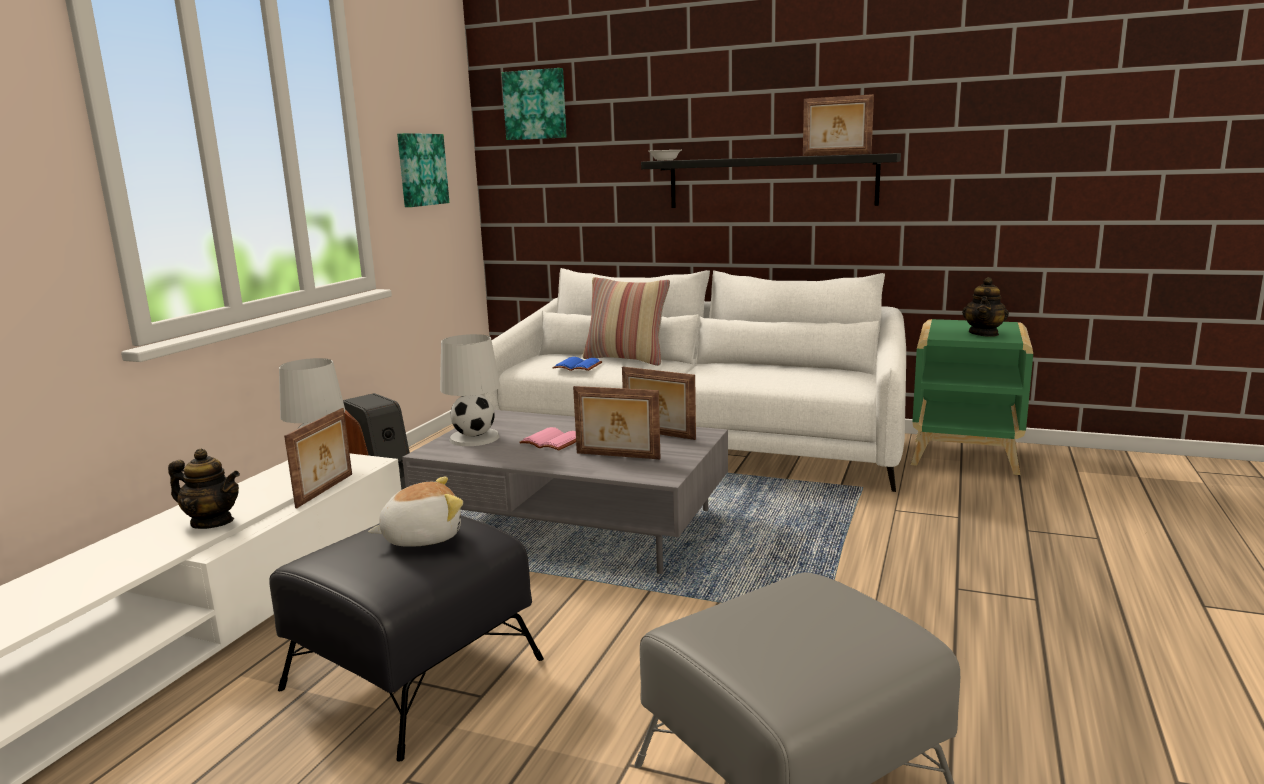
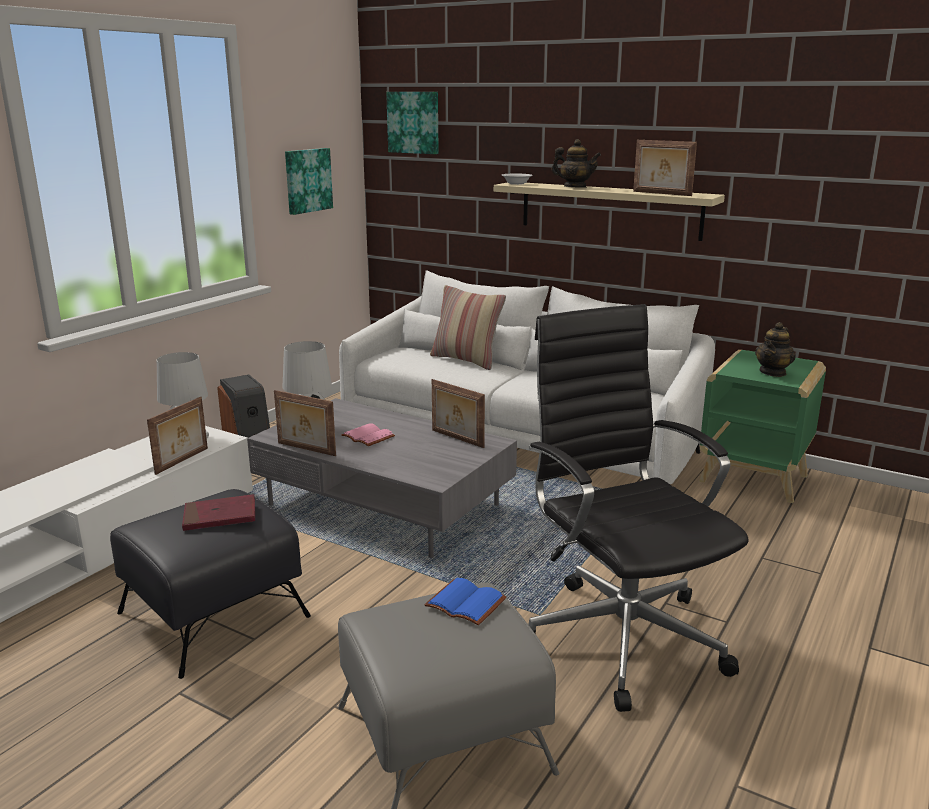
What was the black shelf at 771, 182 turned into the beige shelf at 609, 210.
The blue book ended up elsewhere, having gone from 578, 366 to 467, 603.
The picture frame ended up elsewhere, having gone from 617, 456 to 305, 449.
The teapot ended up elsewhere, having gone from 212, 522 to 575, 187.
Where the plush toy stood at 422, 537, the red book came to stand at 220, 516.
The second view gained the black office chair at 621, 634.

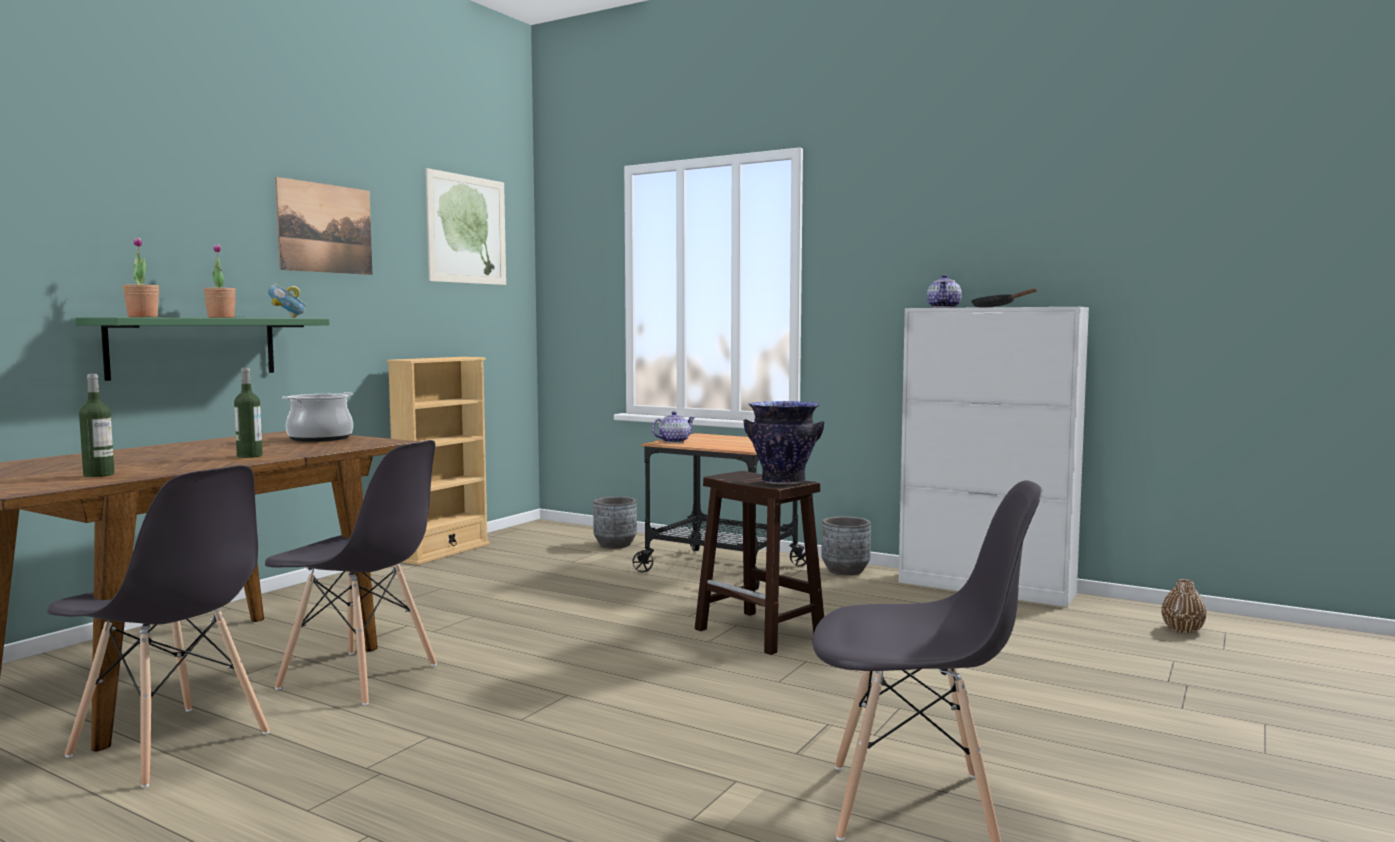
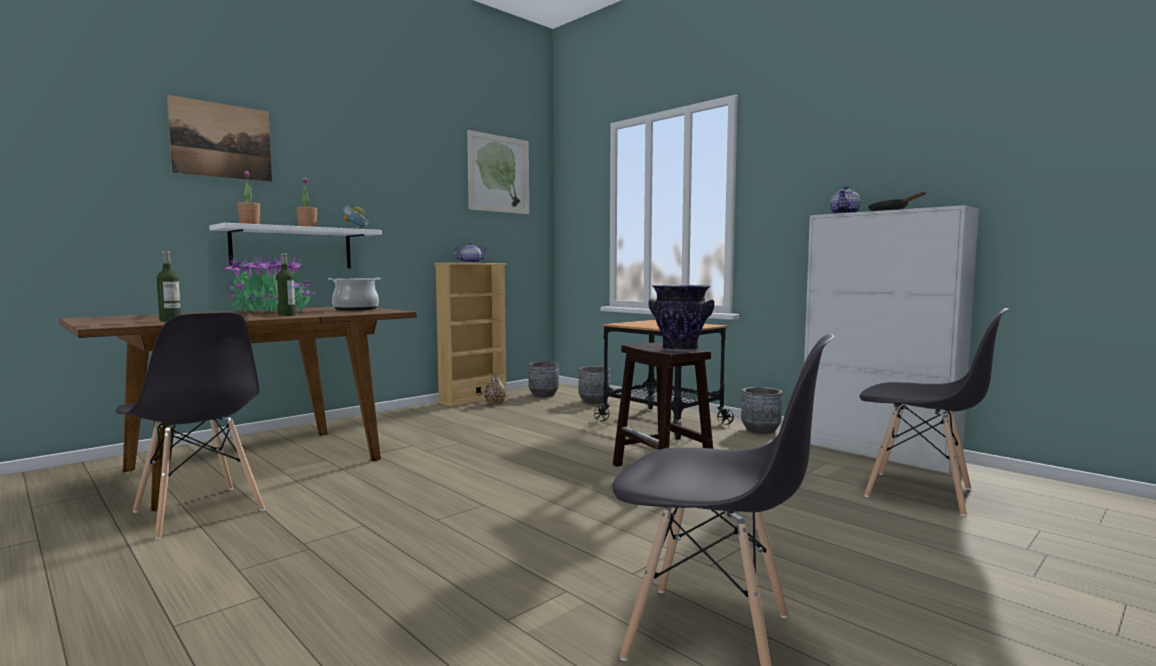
The picture ended up elsewhere, having gone from 325, 228 to 222, 140.
What was the green shelf at 193, 347 turned into the white shelf at 292, 248.
The teapot ended up elsewhere, having gone from 673, 441 to 470, 262.
The grey chair ended up elsewhere, having gone from 360, 677 to 920, 493.
The brown vase ended up elsewhere, having gone from 1182, 629 to 495, 403.
The second view gained the potted plant at 270, 312.
The second view gained the grey planter at 543, 395.

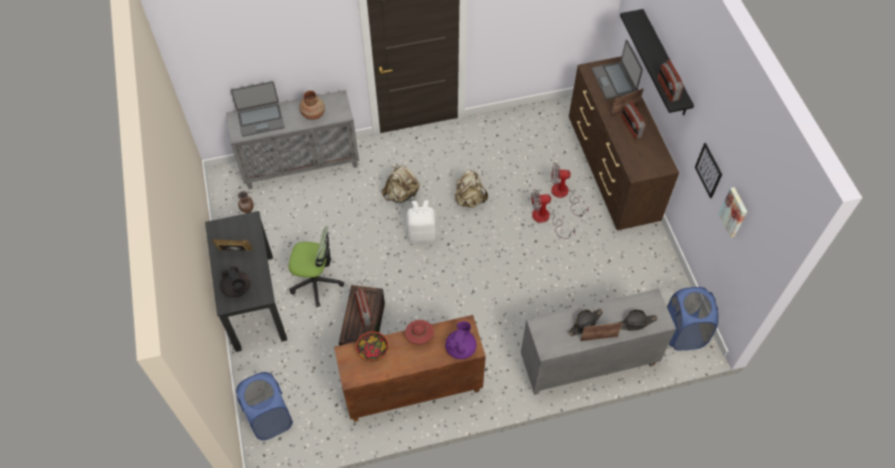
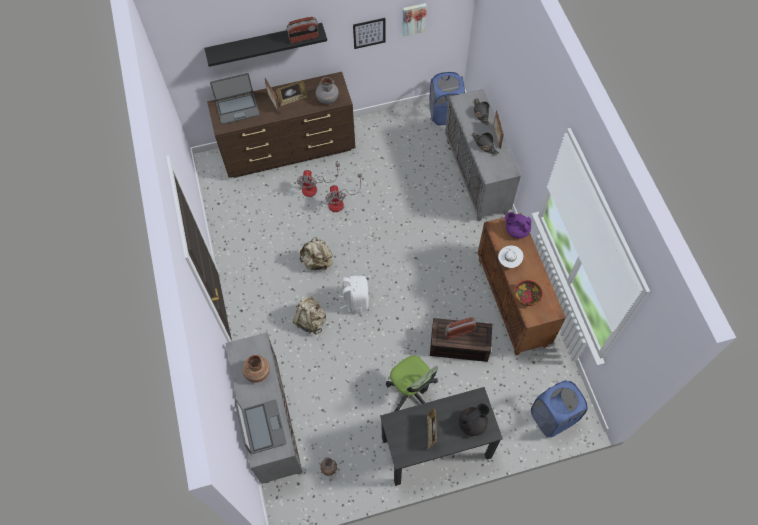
Where the radio stood at 631, 127, the picture frame came to stand at 292, 99.
The office chair at 316, 282 ended up facing another way, 135 degrees clockwise from before.
What was the red hat at 419, 336 turned into the white hat at 509, 261.
The second view gained the grey vase at 327, 98.

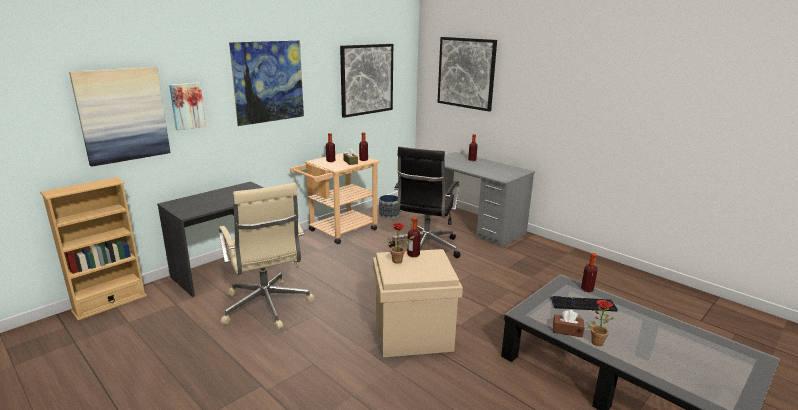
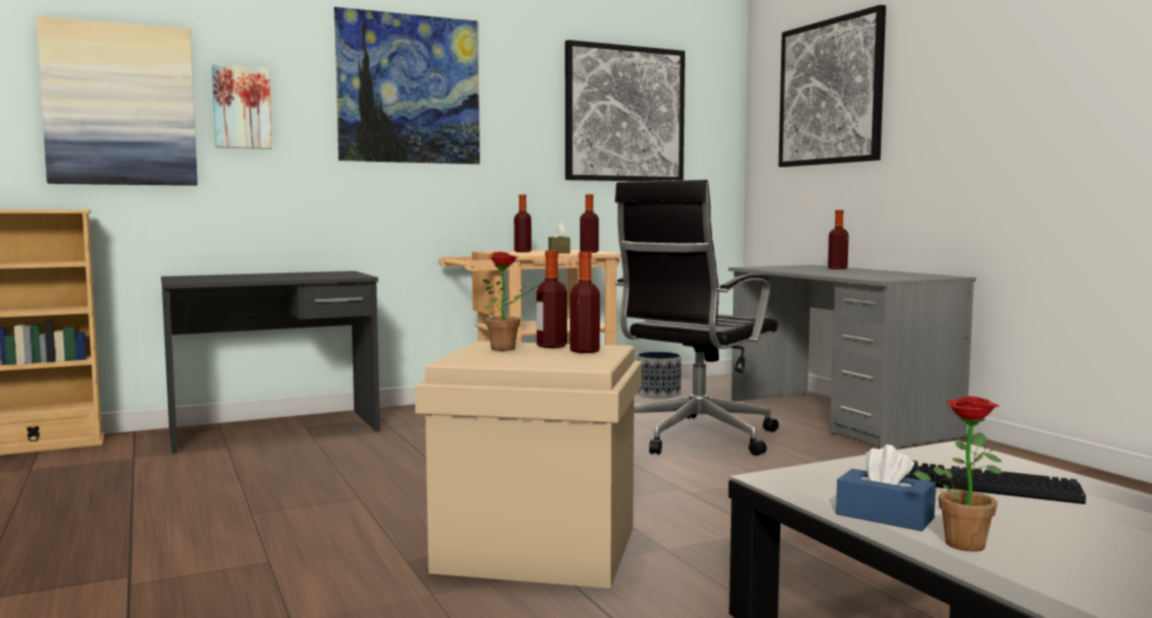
The second view lost the beige office chair at 267, 307.
The bottle ended up elsewhere, having gone from 587, 289 to 585, 351.
What was the brown tissue box at 567, 330 turned into the blue tissue box at 884, 516.

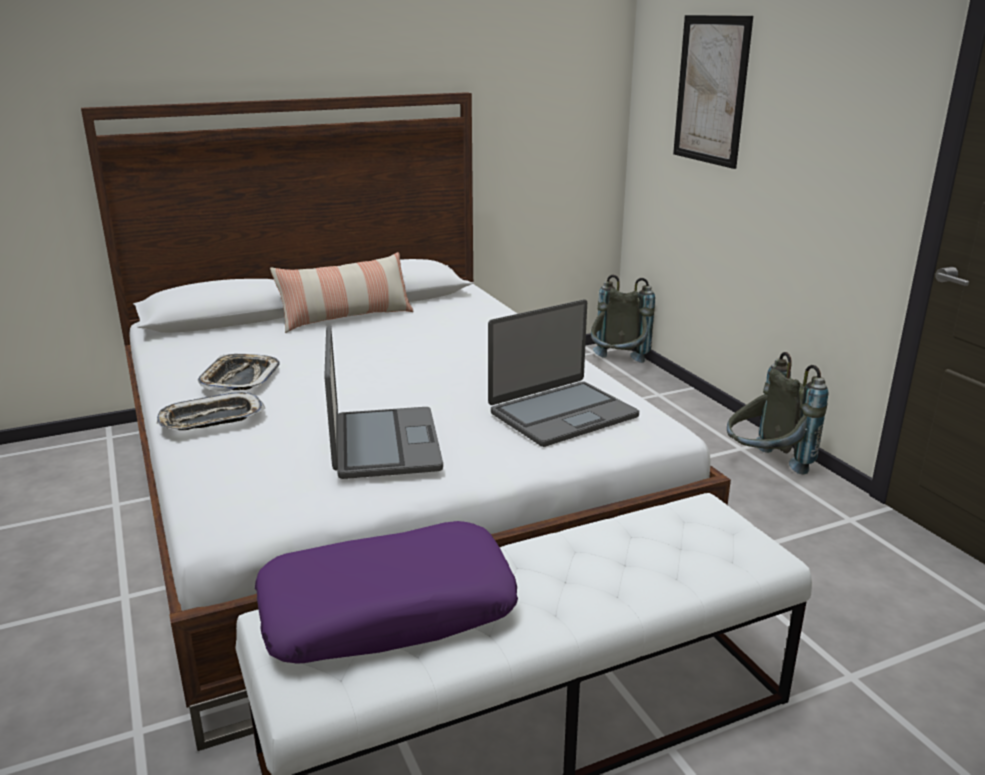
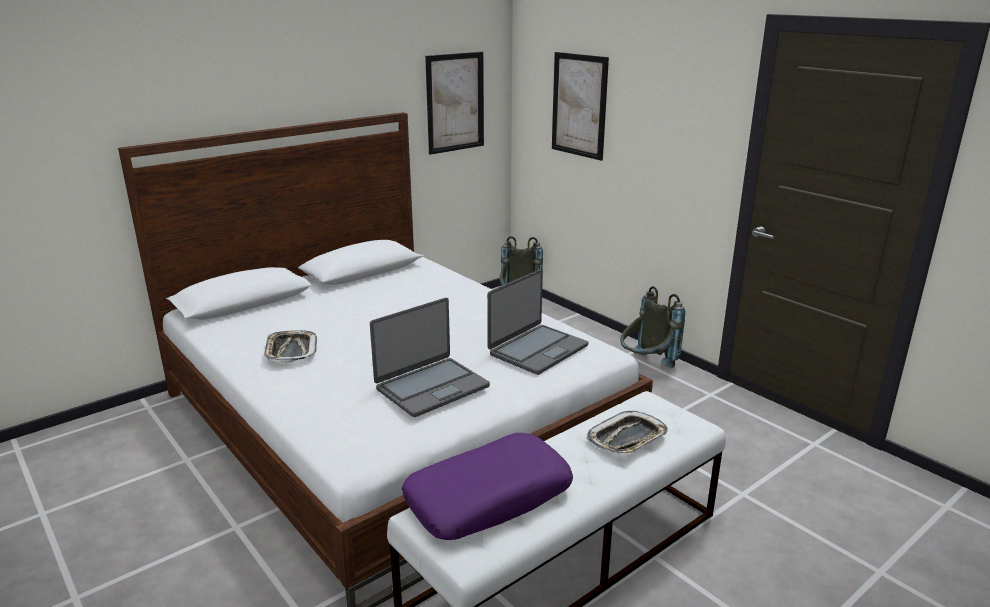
The second view lost the pillow at 346, 318.
The laptop at 383, 444 ended up facing another way, 75 degrees clockwise from before.
The tray ended up elsewhere, having gone from 211, 420 to 627, 439.
The second view gained the picture at 455, 102.

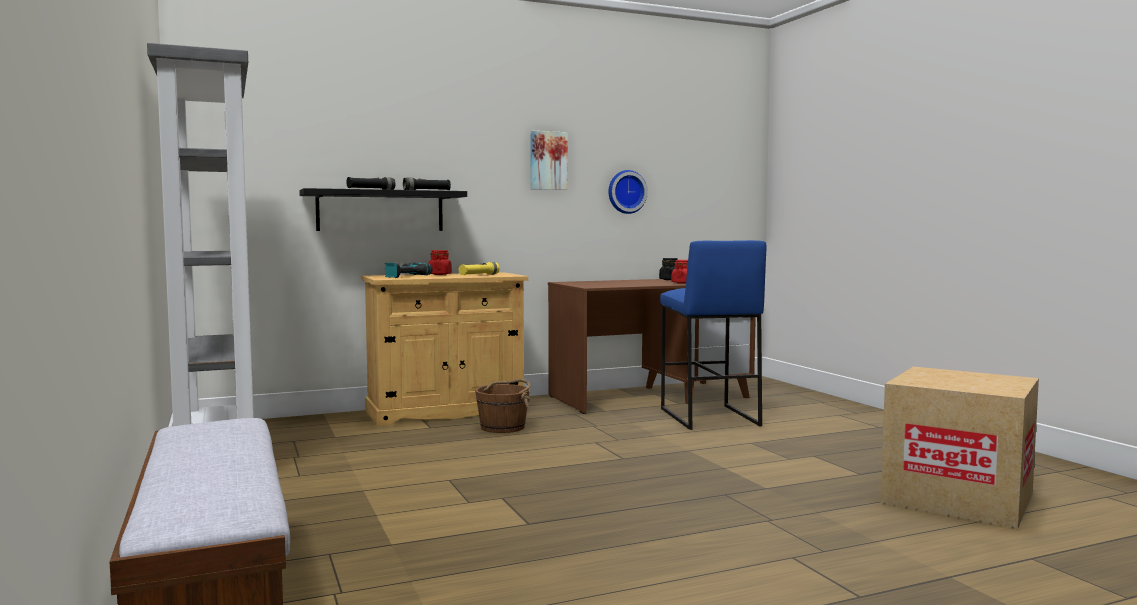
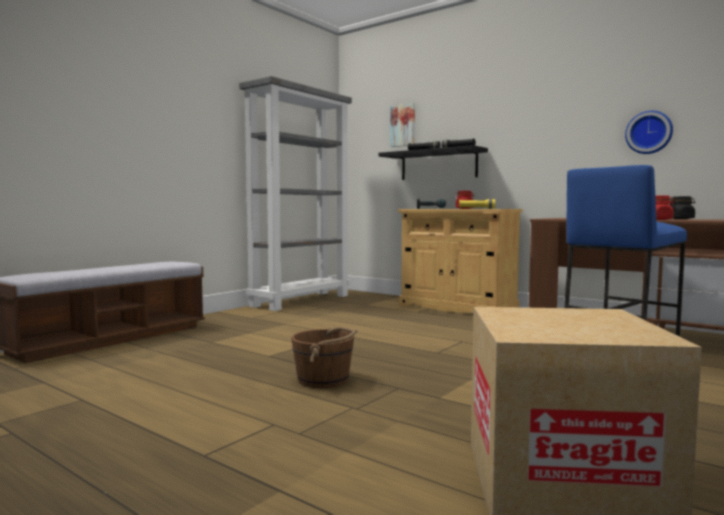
The picture ended up elsewhere, having gone from 548, 160 to 403, 125.
The brown bucket ended up elsewhere, having gone from 503, 427 to 324, 380.

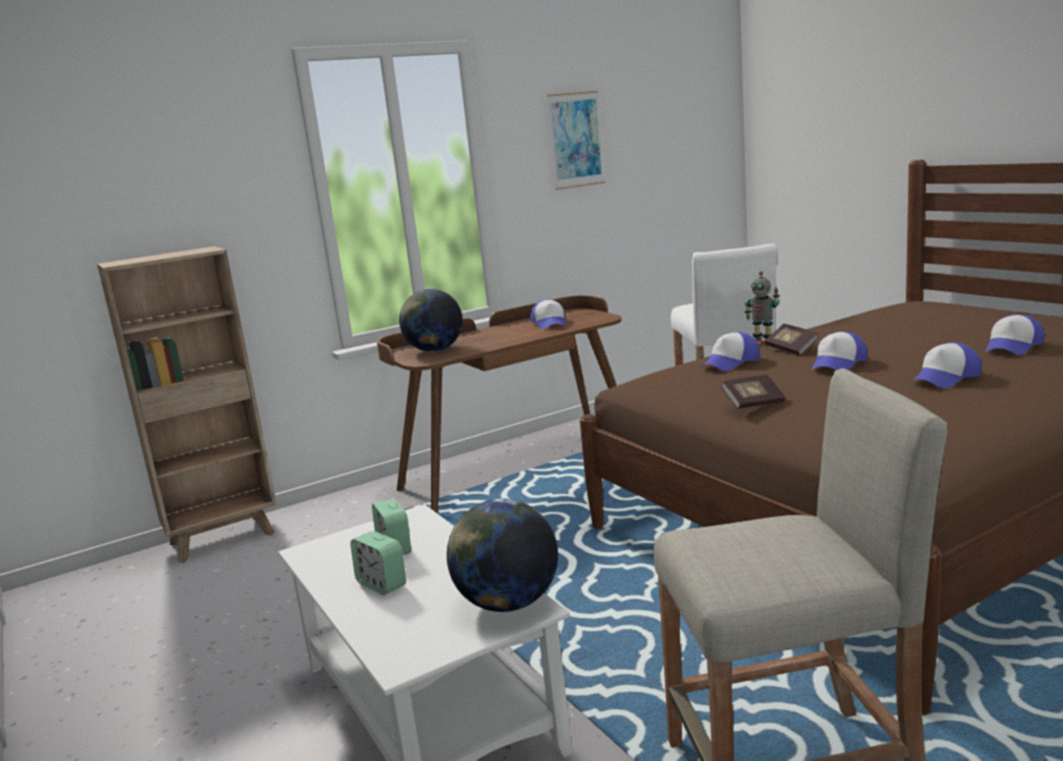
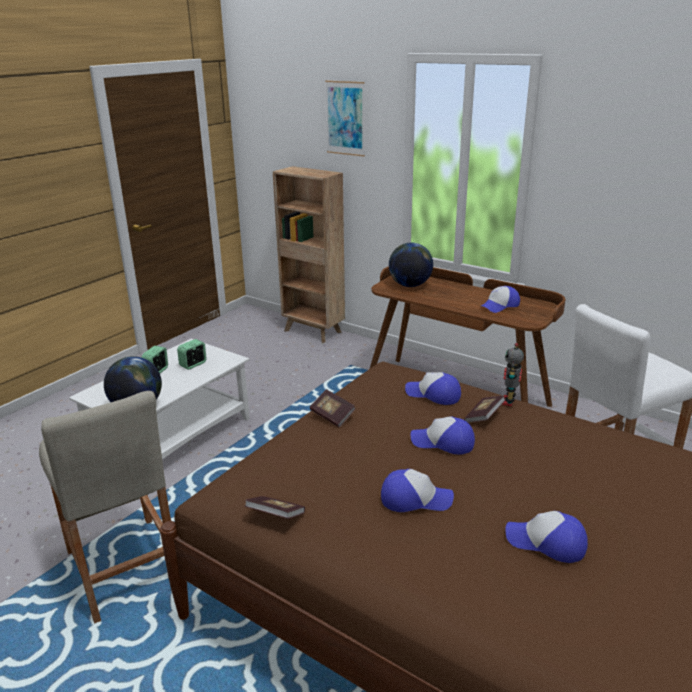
The picture ended up elsewhere, having gone from 576, 140 to 345, 118.
The cap at 945, 378 ended up facing another way, 150 degrees clockwise from before.
The second view gained the book at 275, 516.

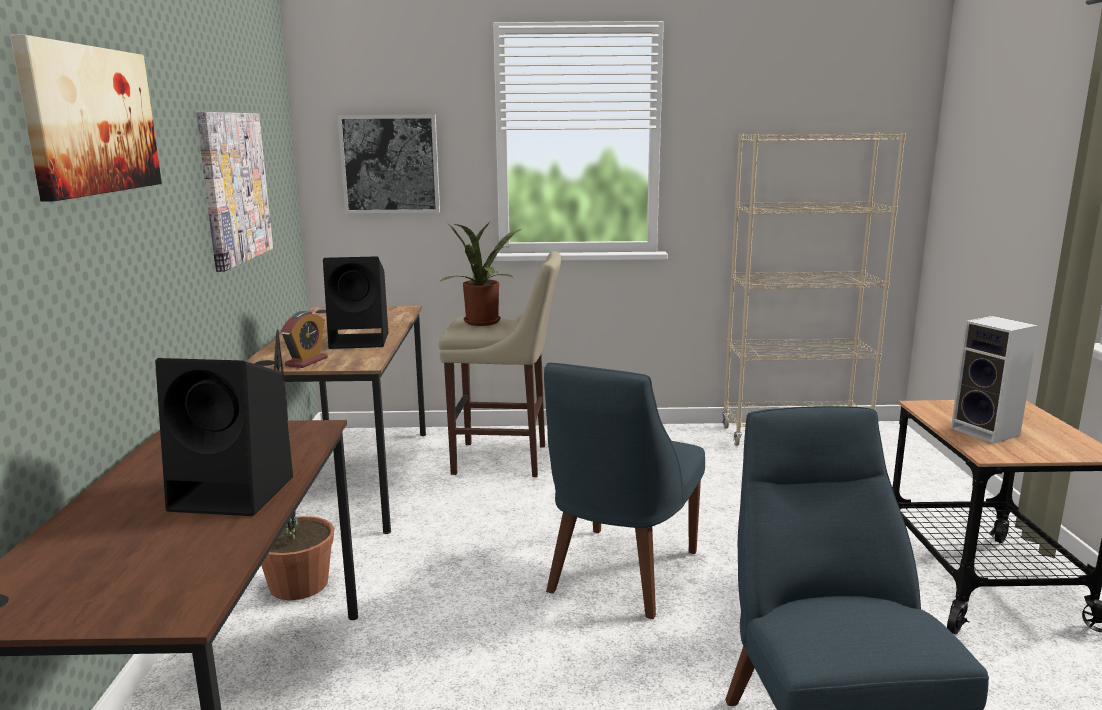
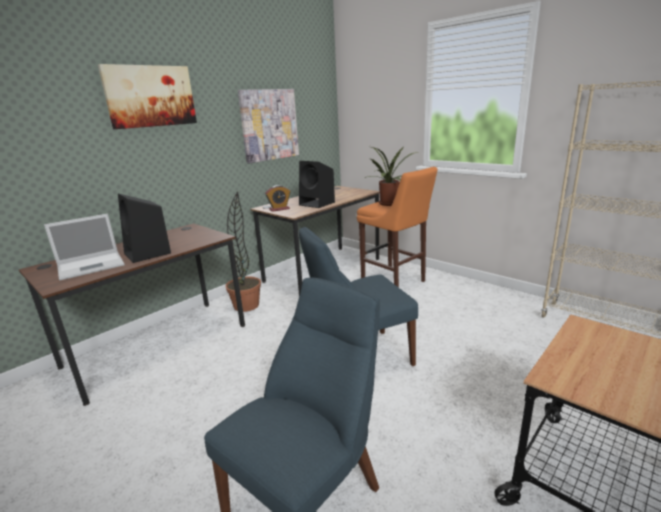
The second view lost the picture at 390, 164.
What was the beige stool at 506, 460 turned into the orange stool at 395, 282.
The second view lost the speaker at 988, 432.
The second view gained the laptop at 92, 265.

